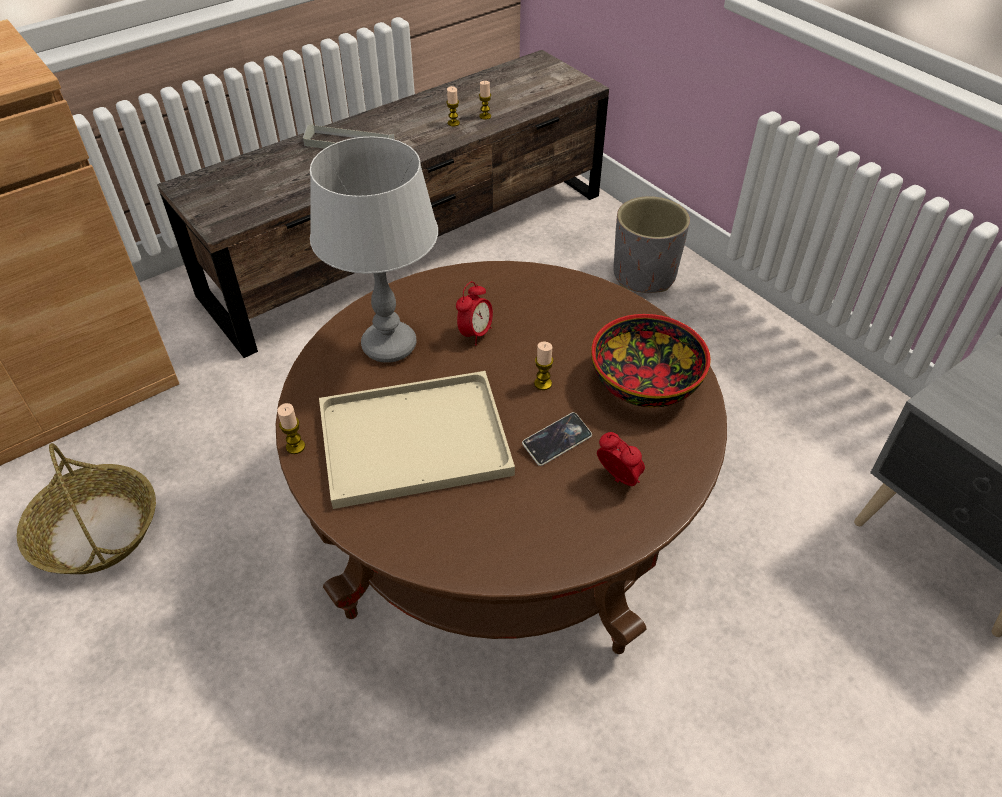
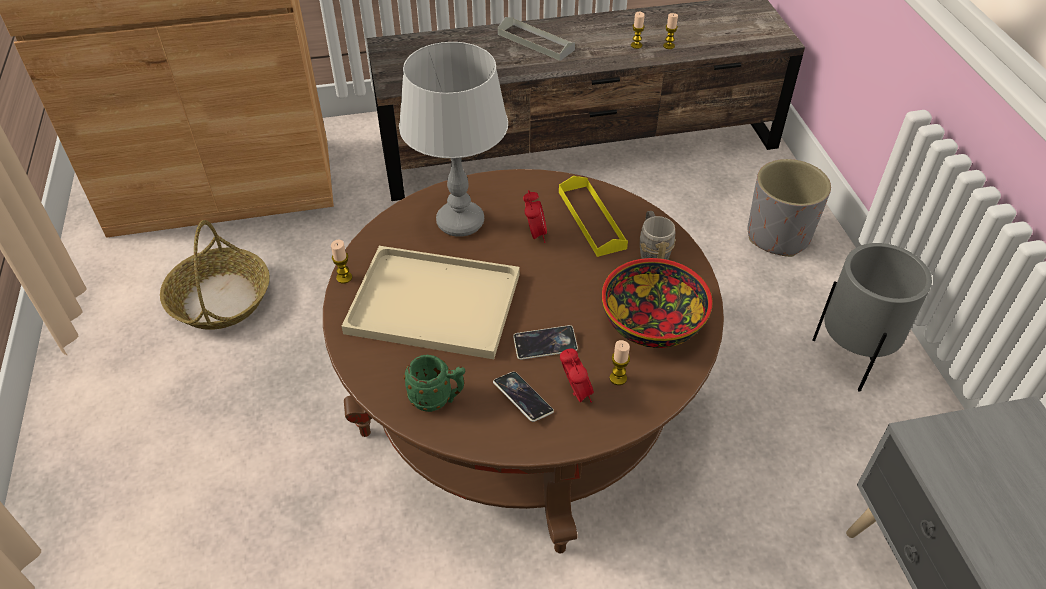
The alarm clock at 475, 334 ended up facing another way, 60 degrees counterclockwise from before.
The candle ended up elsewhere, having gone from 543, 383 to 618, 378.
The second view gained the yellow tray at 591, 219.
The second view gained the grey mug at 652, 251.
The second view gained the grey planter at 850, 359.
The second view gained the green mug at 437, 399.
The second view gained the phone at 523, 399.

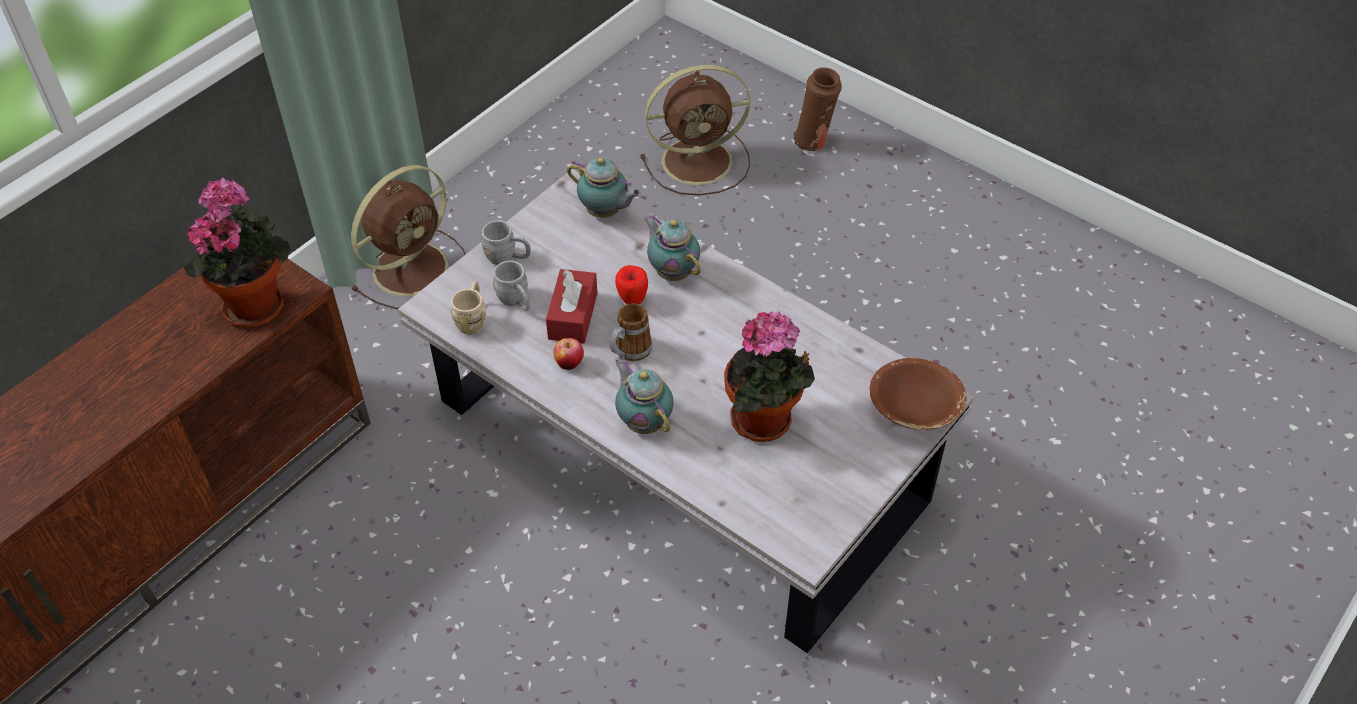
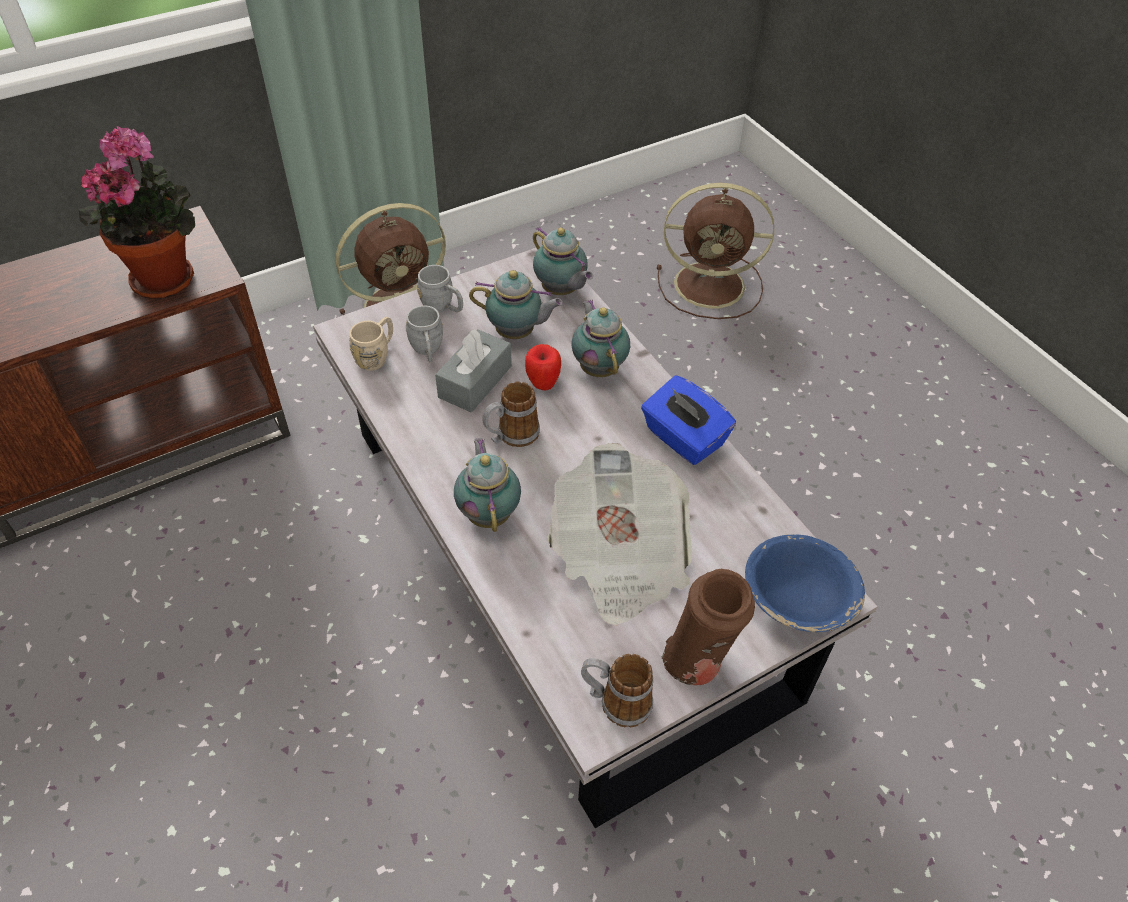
The brown vase ended up elsewhere, having gone from 814, 142 to 697, 665.
What was the red tissue box at 573, 316 turned into the grey tissue box at 475, 381.
Where the potted plant stood at 765, 423, the newspaper came to stand at 619, 558.
The second view lost the apple at 569, 363.
What was the brown bowl at 914, 410 turned into the blue bowl at 797, 599.
The second view gained the teapot at 517, 333.
The second view gained the blue tissue box at 683, 438.
The second view gained the mug at 615, 701.

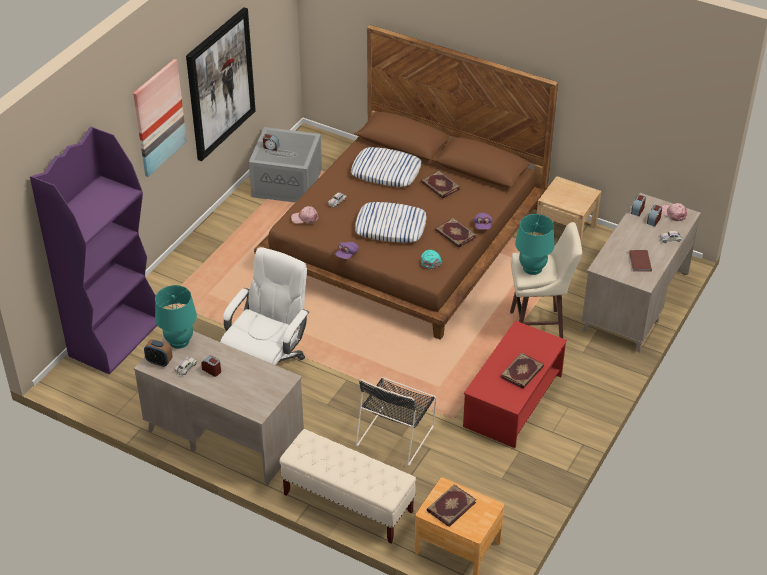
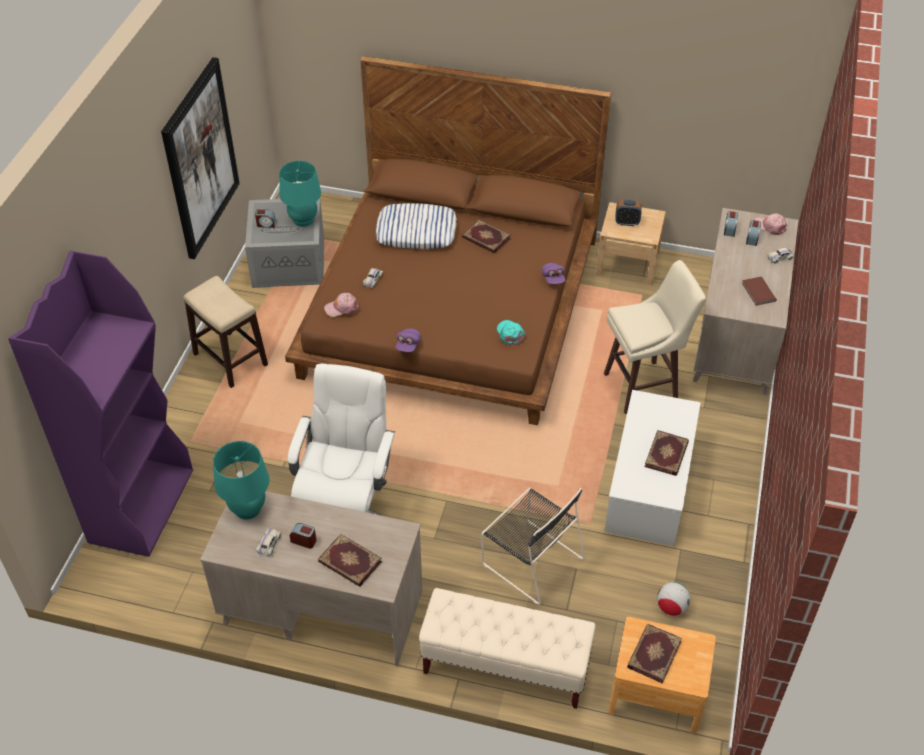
The second view lost the picture at 159, 117.
The second view lost the pillow at 391, 227.
The turquoise table lamp ended up elsewhere, having gone from 532, 268 to 303, 220.
The book ended up elsewhere, having gone from 455, 234 to 349, 562.
What was the red coffee table at 513, 400 turned into the white coffee table at 649, 485.
The alarm clock ended up elsewhere, having gone from 159, 362 to 627, 222.
The black chair at 396, 434 ended up facing another way, 60 degrees counterclockwise from before.
The second view gained the stool at 231, 359.
The second view gained the football at 671, 607.

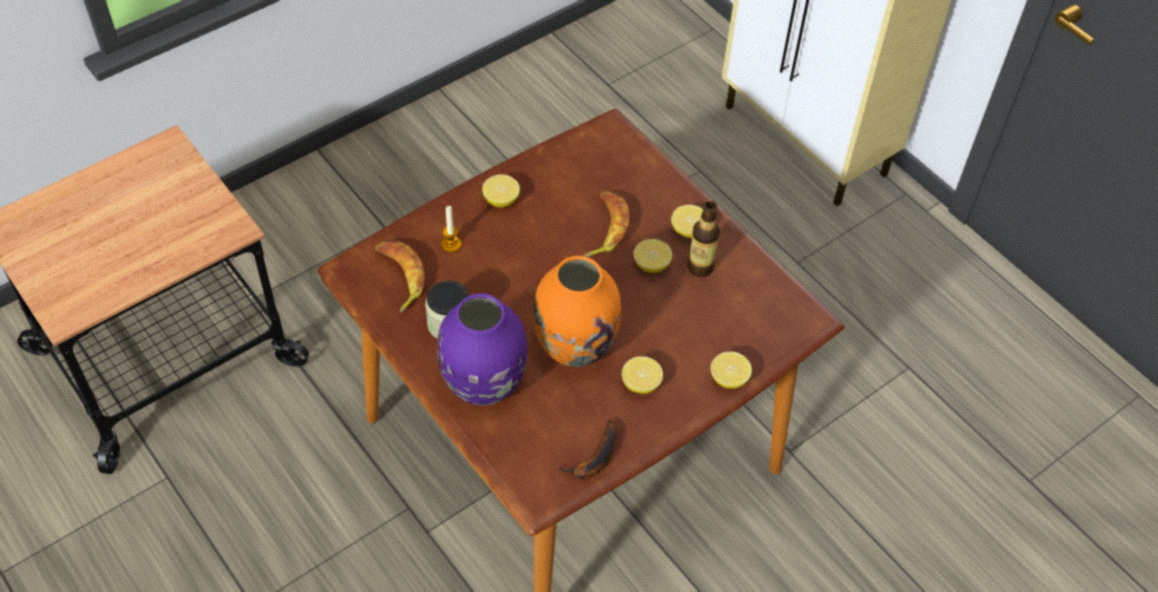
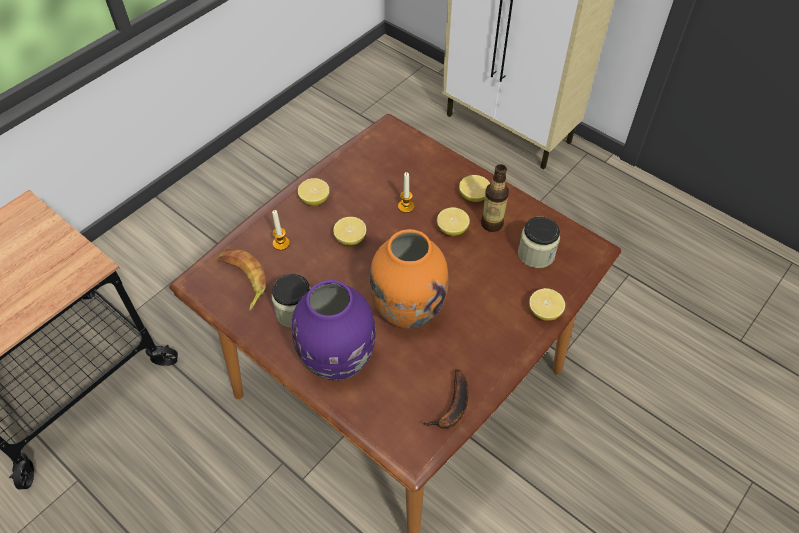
Where the banana stood at 605, 228, the candle came to stand at 406, 206.
The lemon ended up elsewhere, having gone from 641, 384 to 350, 239.
The second view gained the jar at 536, 254.

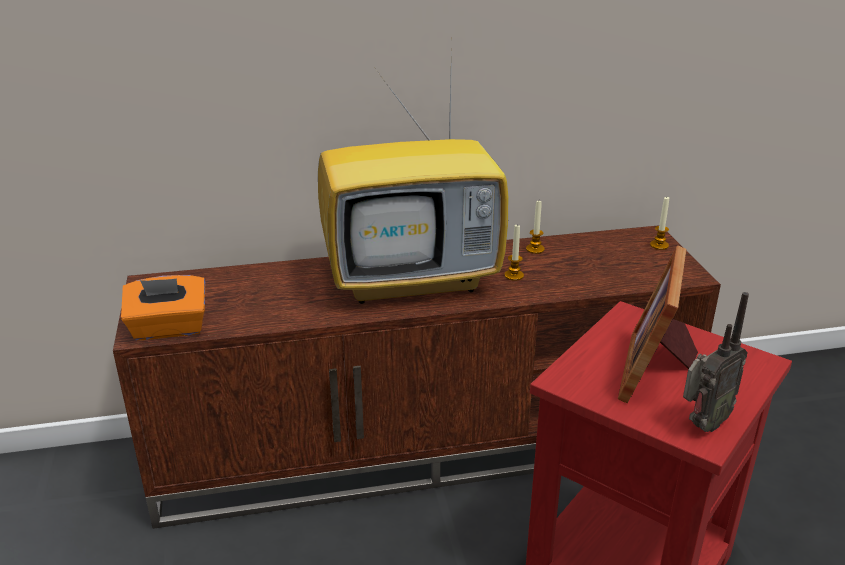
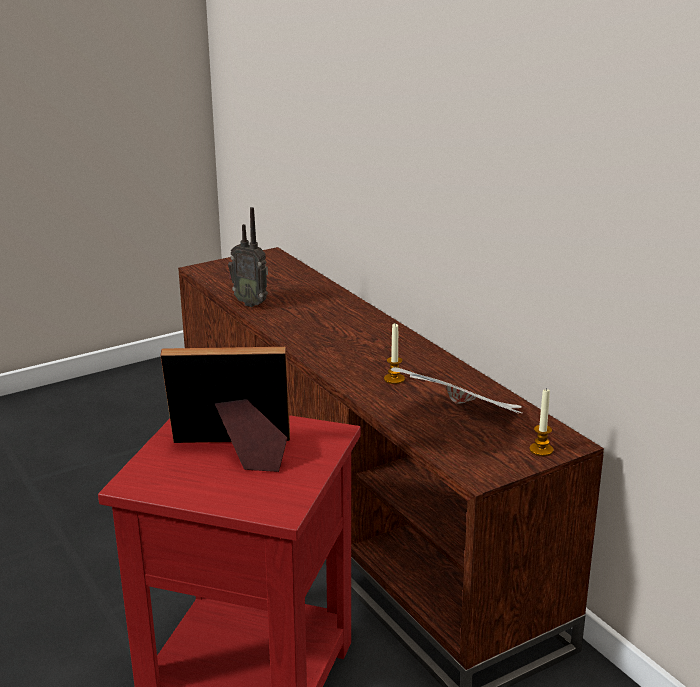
The second view lost the television at 414, 278.
The second view lost the candle at 535, 249.
The second view lost the orange tissue box at 169, 328.
The radio ended up elsewhere, having gone from 702, 424 to 251, 303.
The second view gained the newspaper at 462, 424.

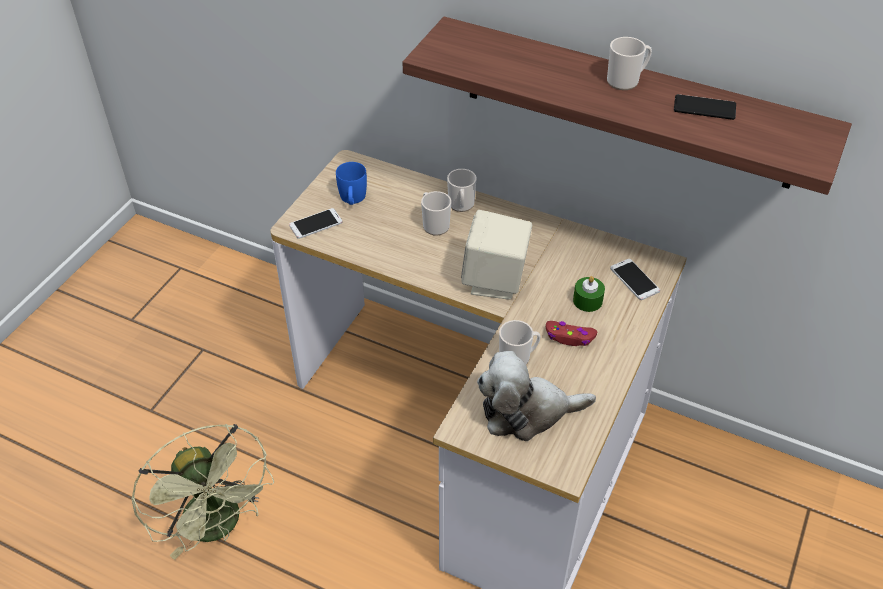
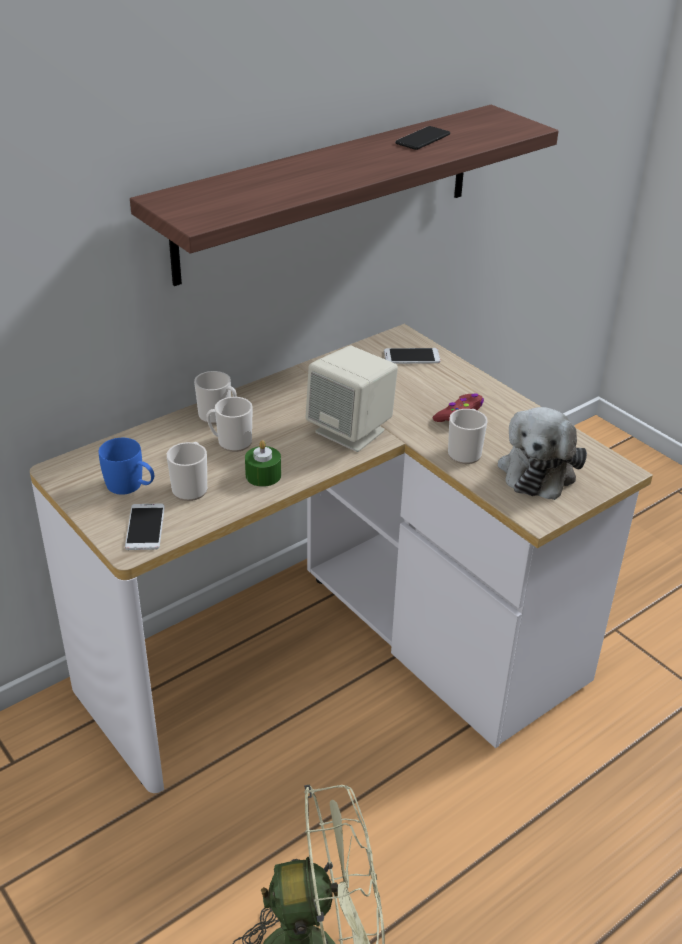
The mug ended up elsewhere, having gone from 626, 80 to 191, 487.
The green candle ended up elsewhere, having gone from 587, 301 to 263, 475.

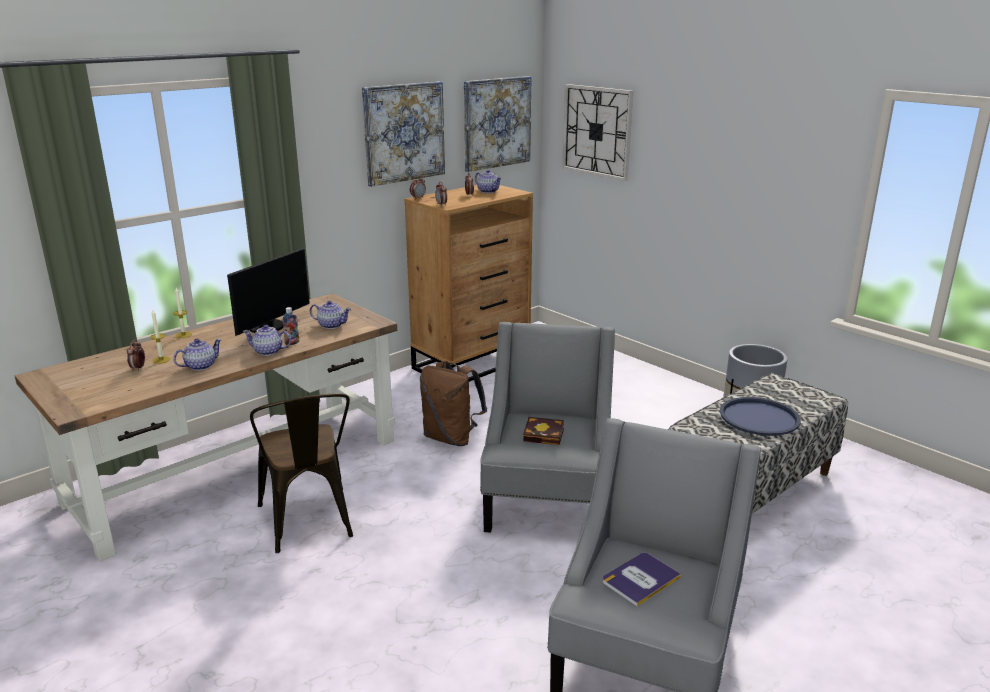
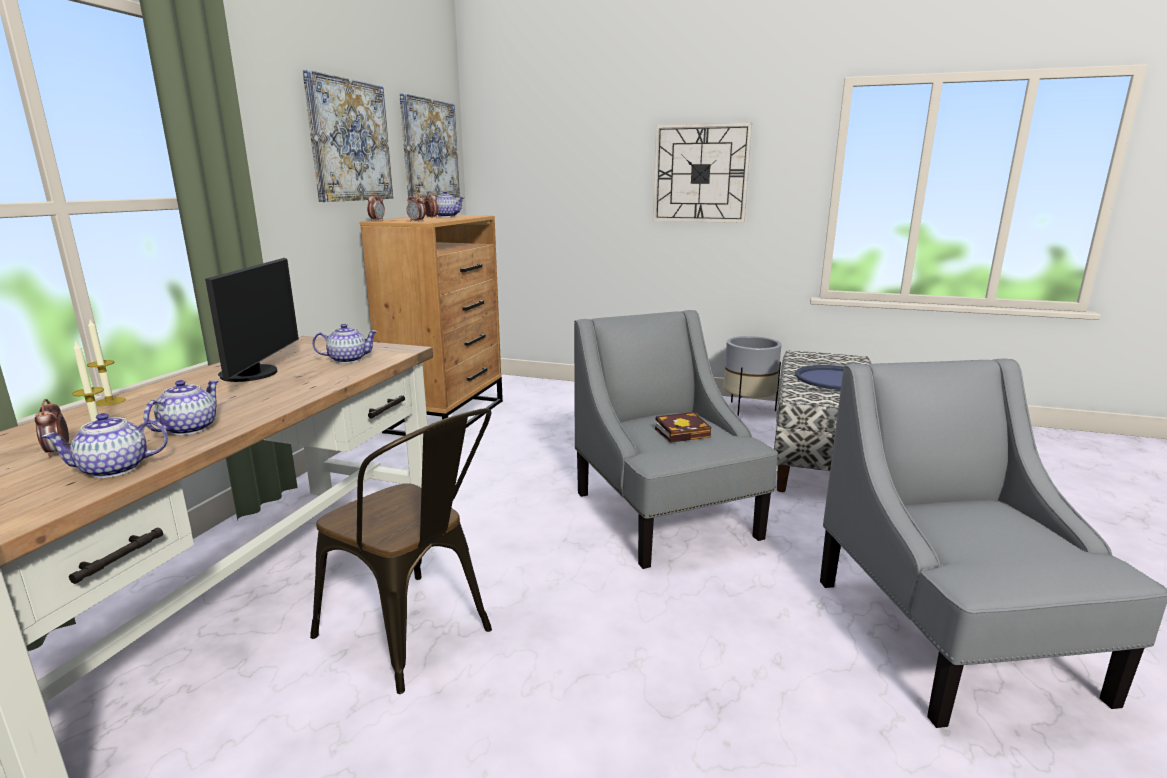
The wall clock ended up elsewhere, having gone from 597, 131 to 700, 174.
The second view lost the bottle at 292, 343.
The teapot ended up elsewhere, having gone from 268, 351 to 115, 469.
The second view lost the brown backpack at 451, 438.
The second view lost the book at 640, 579.

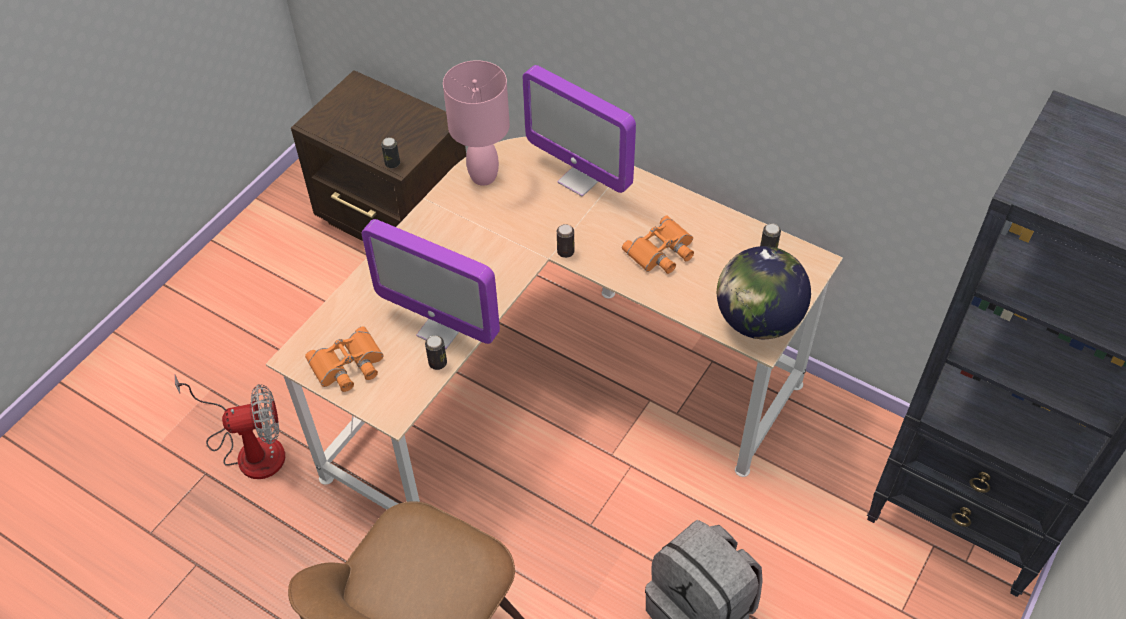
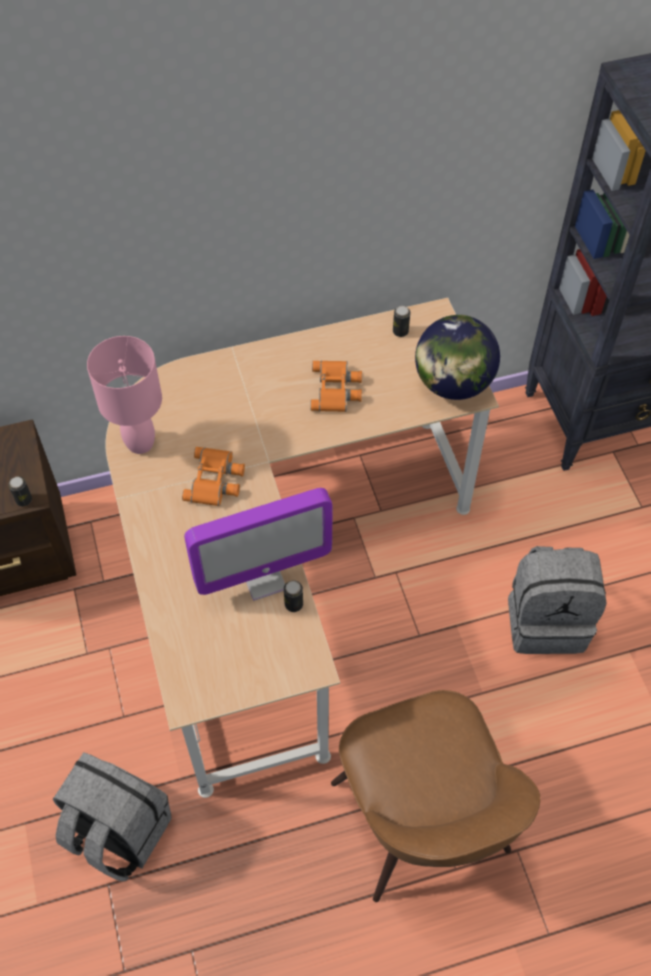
The second view lost the monitor at 580, 179.
The second view lost the can at 565, 252.
The orange binoculars ended up elsewhere, having gone from 348, 366 to 216, 480.
Where the fan stood at 249, 448, the grey backpack came to stand at 118, 831.

